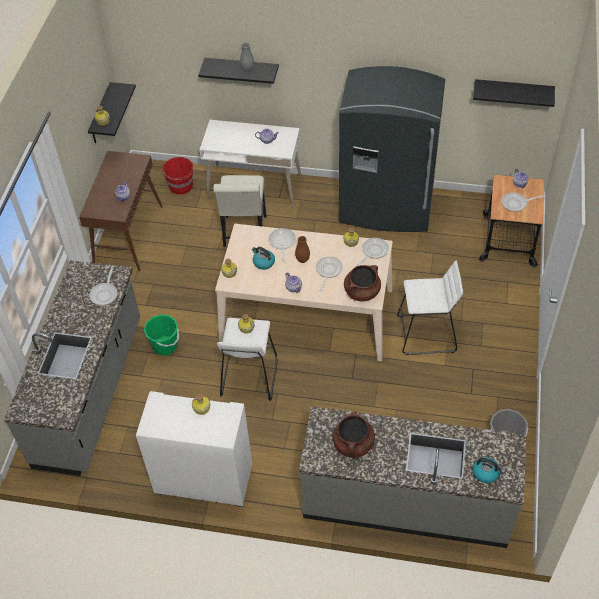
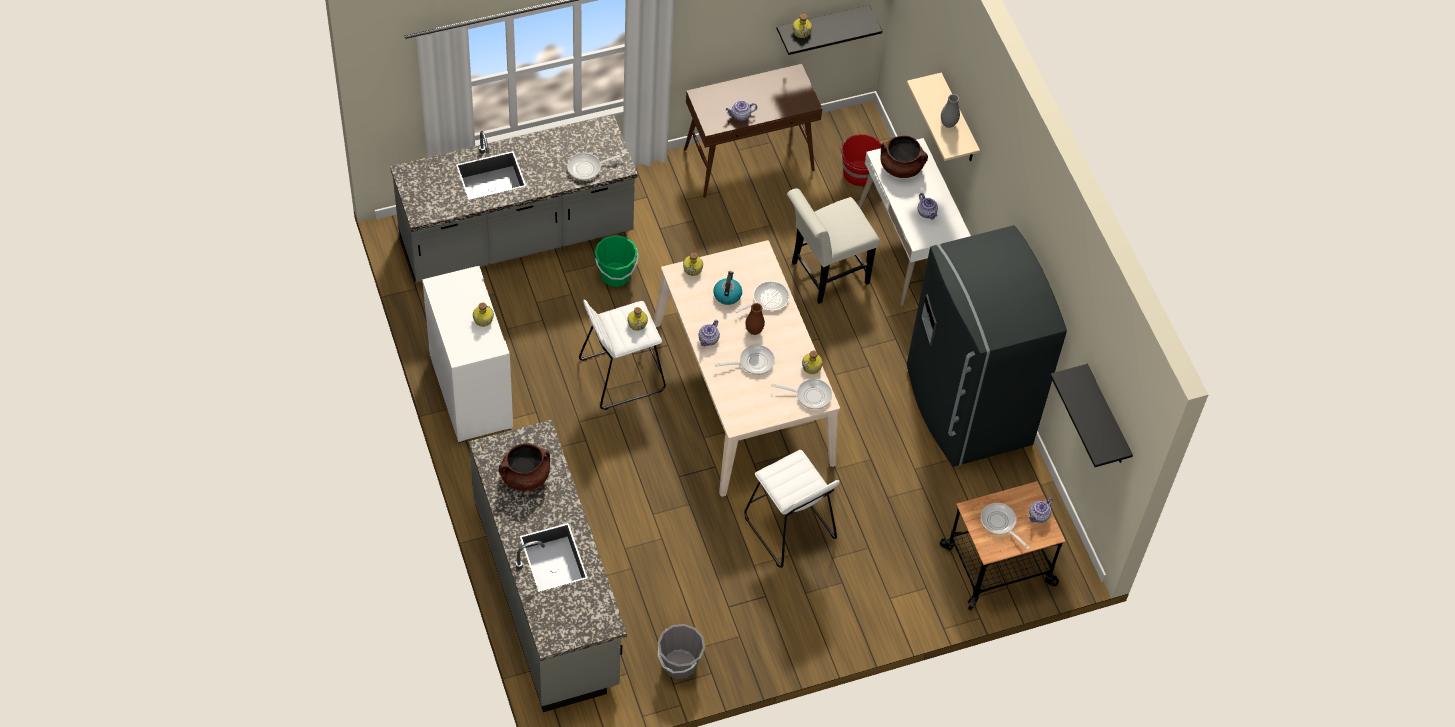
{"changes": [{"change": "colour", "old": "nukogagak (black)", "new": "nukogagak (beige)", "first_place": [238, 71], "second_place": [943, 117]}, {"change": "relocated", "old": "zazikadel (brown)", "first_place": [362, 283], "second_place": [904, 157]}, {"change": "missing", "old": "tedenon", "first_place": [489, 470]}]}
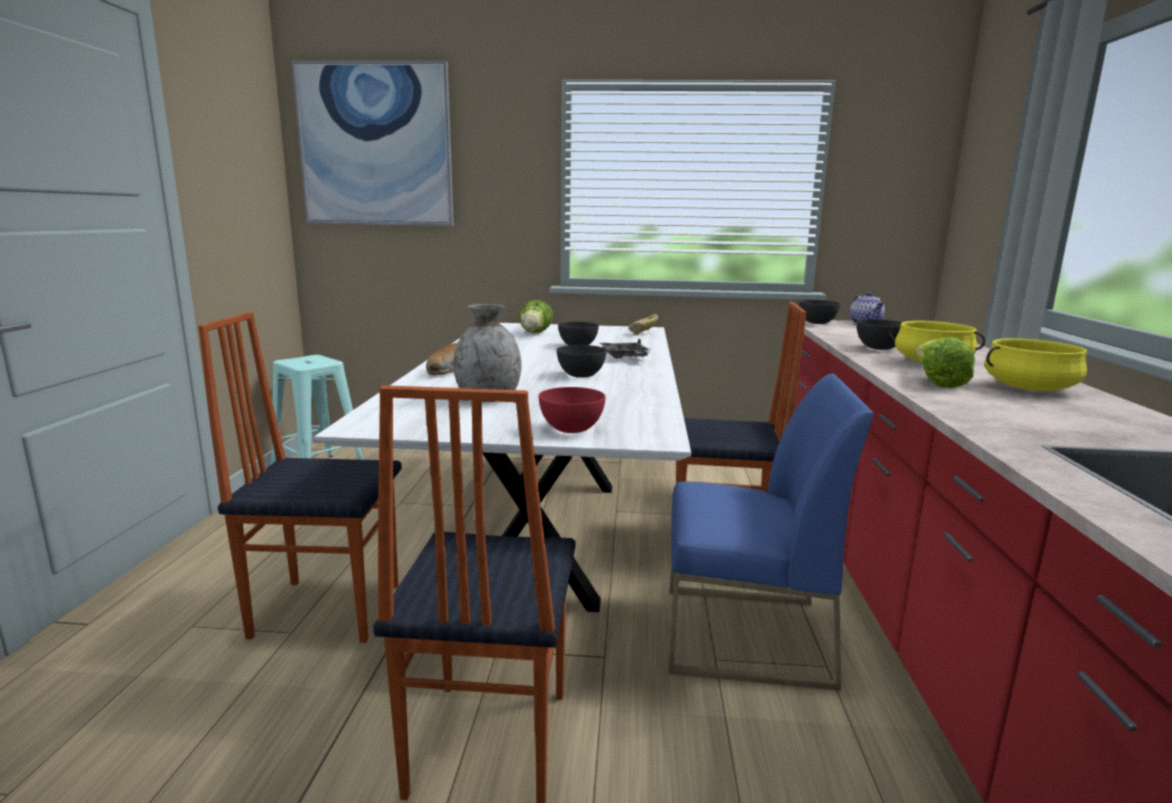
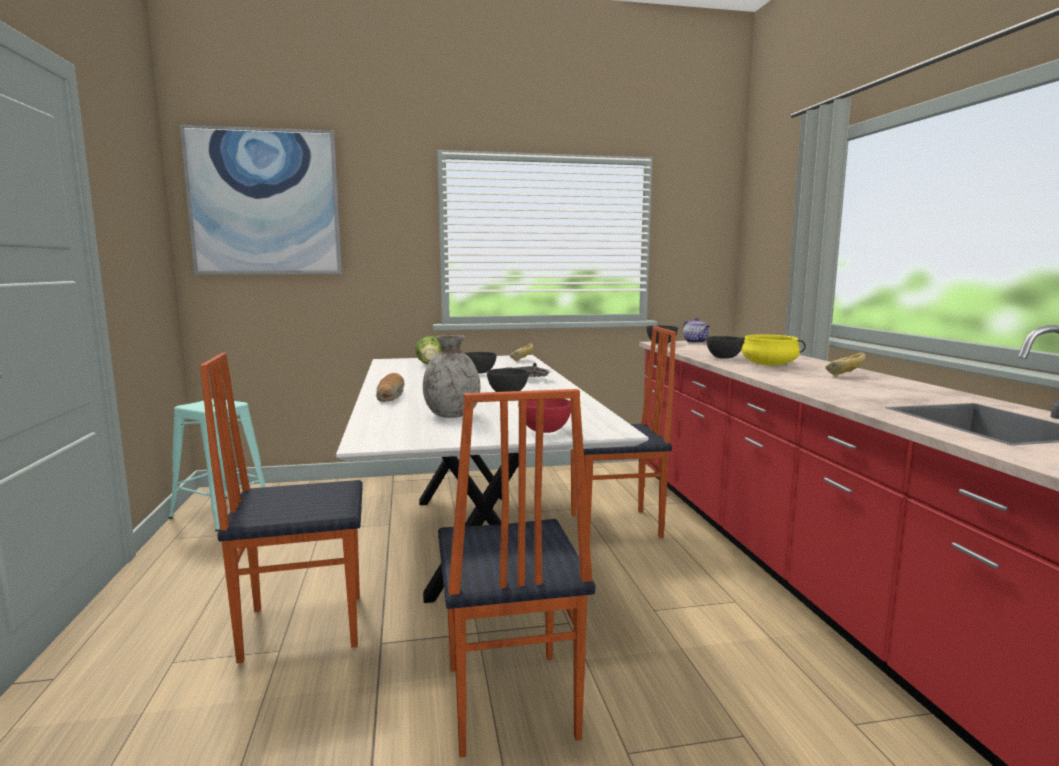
{"changes": [{"change": "missing", "old": "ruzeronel", "first_place": [944, 362]}, {"change": "exchanged", "old": "zazikadel (yellow)", "new": "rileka", "first_place": [1035, 364], "second_place": [845, 364]}, {"change": "missing", "old": "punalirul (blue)", "first_place": [771, 532]}]}
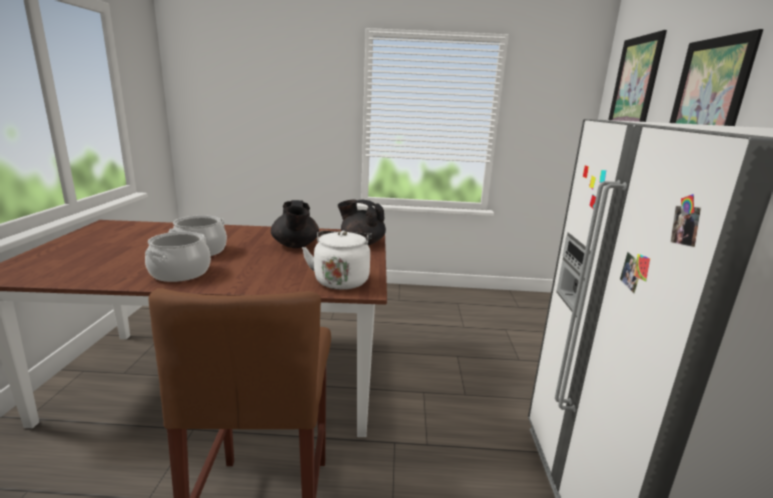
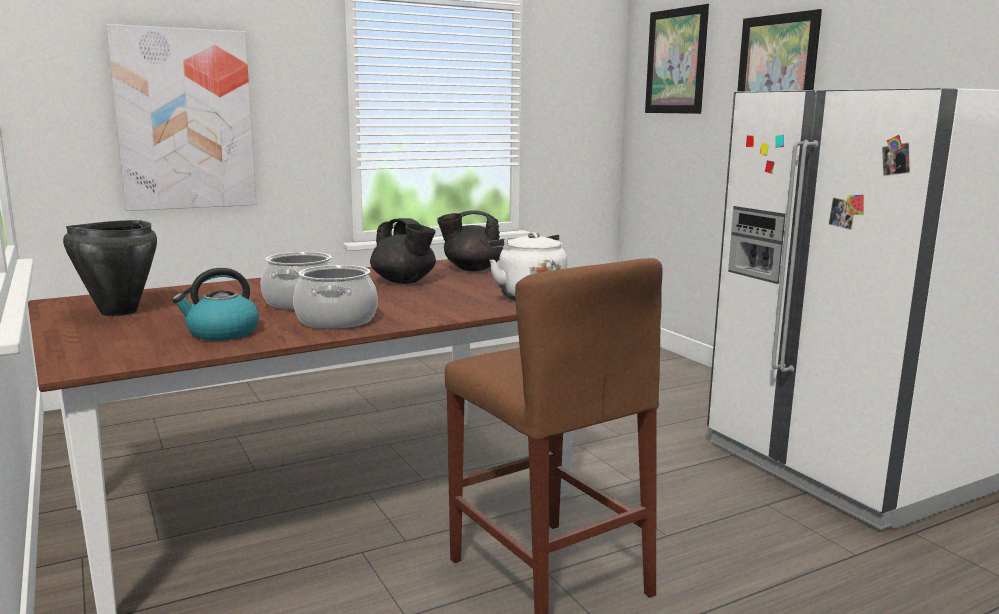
{"changes": [{"change": "appeared", "new": "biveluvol", "second_place": [181, 117]}, {"change": "appeared", "new": "zazikadel (black)", "second_place": [110, 268]}, {"change": "appeared", "new": "tedenon", "second_place": [215, 304]}]}
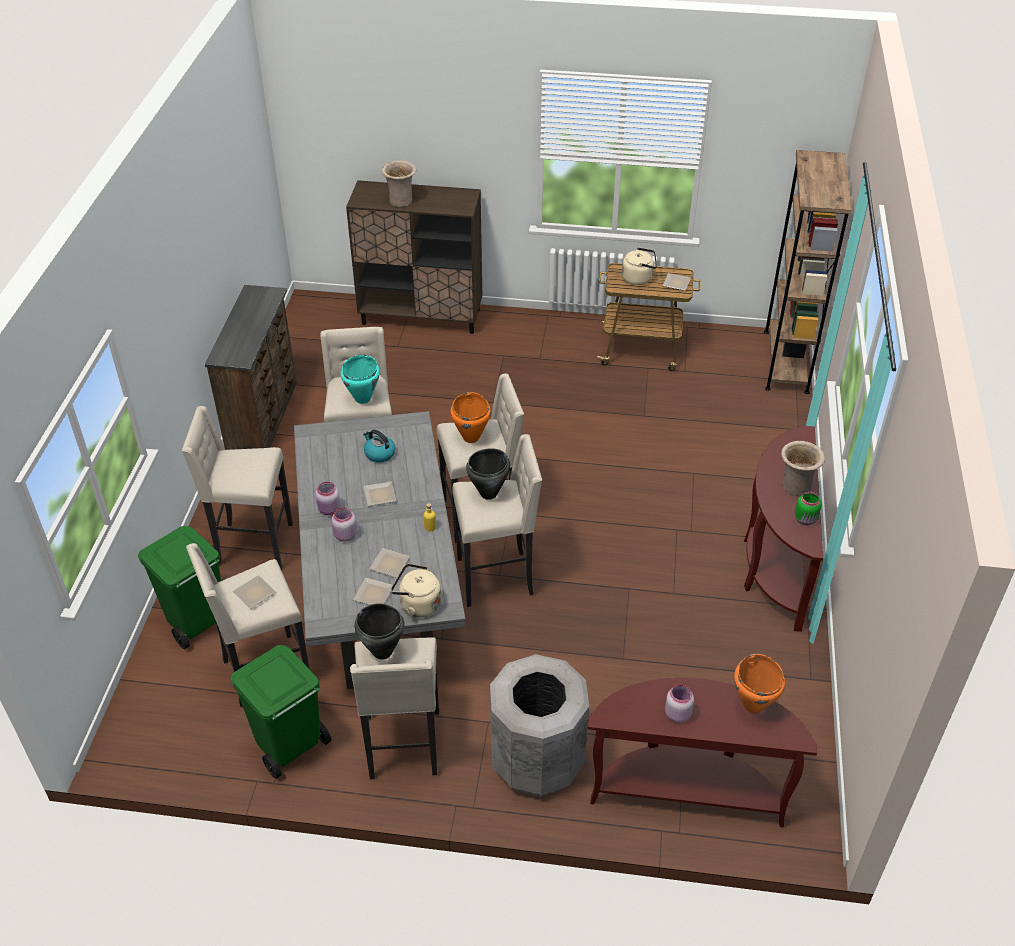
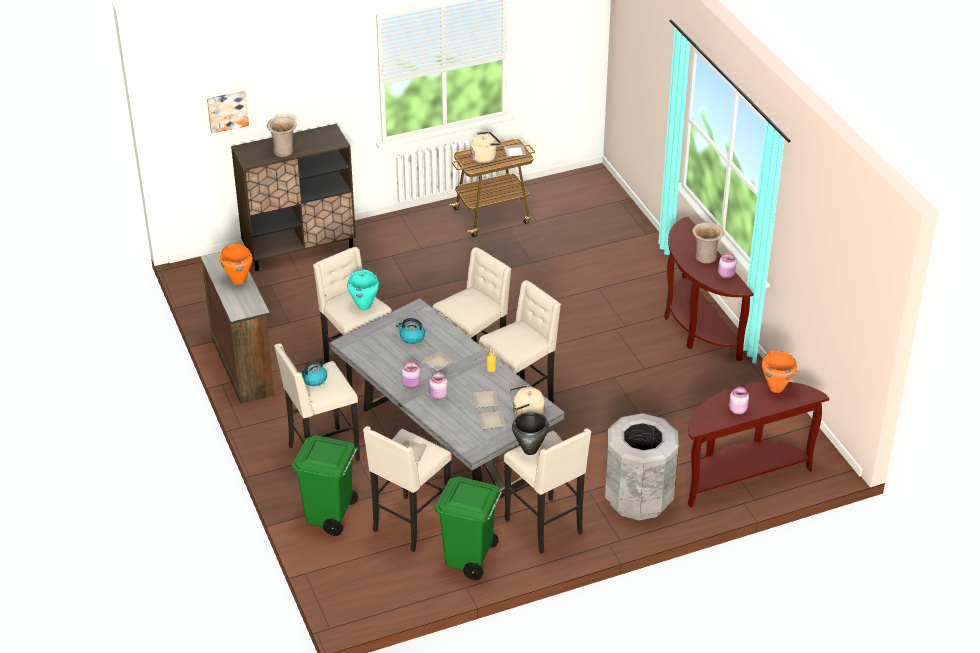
{"changes": [{"change": "missing", "old": "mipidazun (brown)", "first_place": [808, 272]}, {"change": "relocated", "old": "zazikadel (orange)", "first_place": [470, 417], "second_place": [236, 264]}, {"change": "missing", "old": "zazikadel (black)", "first_place": [488, 474]}, {"change": "colour", "old": "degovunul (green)", "new": "degovunul (pink)", "first_place": [808, 508], "second_place": [727, 265]}, {"change": "appeared", "new": "biveluvol", "second_place": [228, 112]}, {"change": "appeared", "new": "tedenon", "second_place": [313, 372]}]}
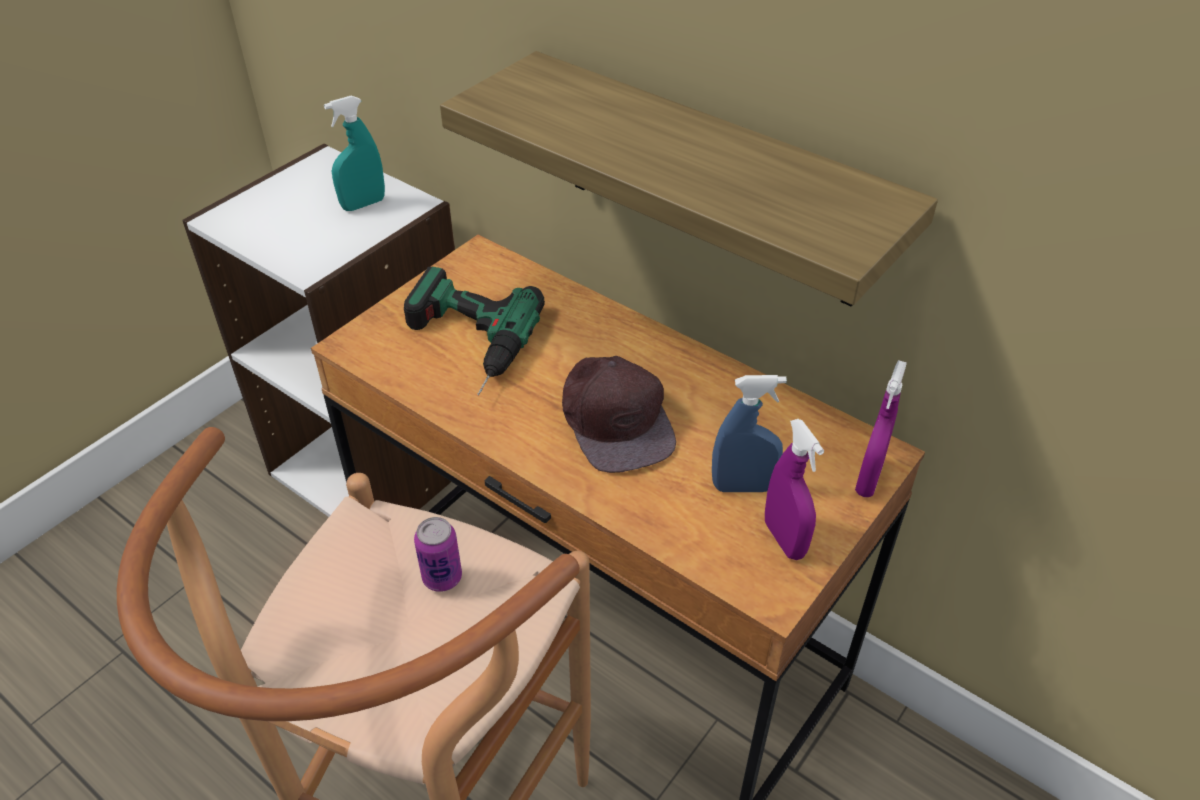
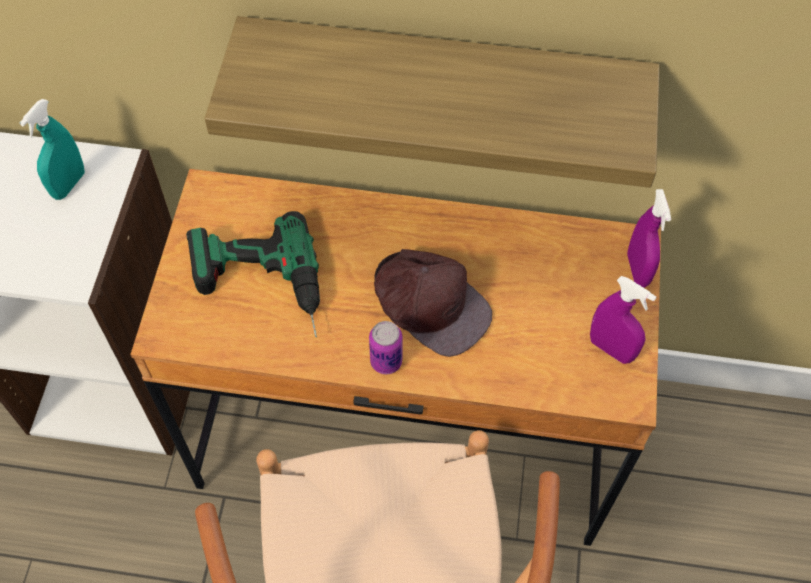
{"changes": [{"change": "missing", "old": "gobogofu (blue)", "first_place": [749, 433]}, {"change": "relocated", "old": "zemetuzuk", "first_place": [438, 554], "second_place": [386, 347]}]}
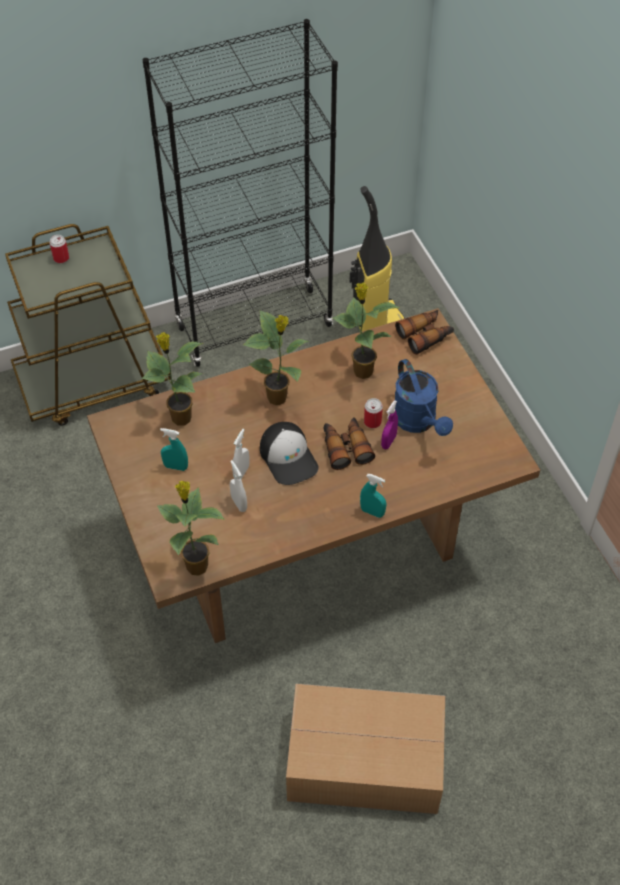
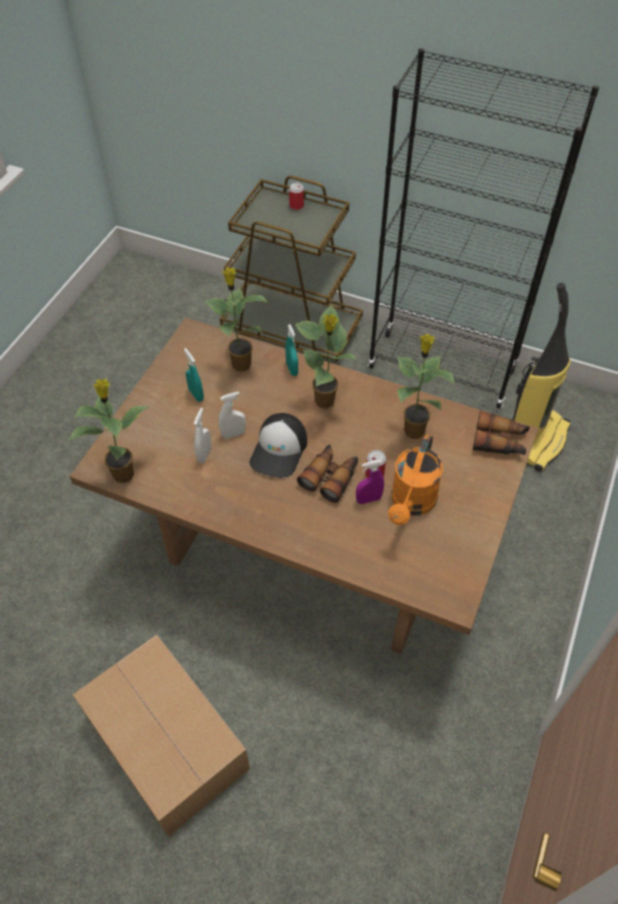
{"changes": [{"change": "colour", "old": "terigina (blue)", "new": "terigina (orange)", "first_place": [424, 397], "second_place": [415, 479]}, {"change": "relocated", "old": "gobogofu (turquoise)", "first_place": [373, 496], "second_place": [291, 350]}]}
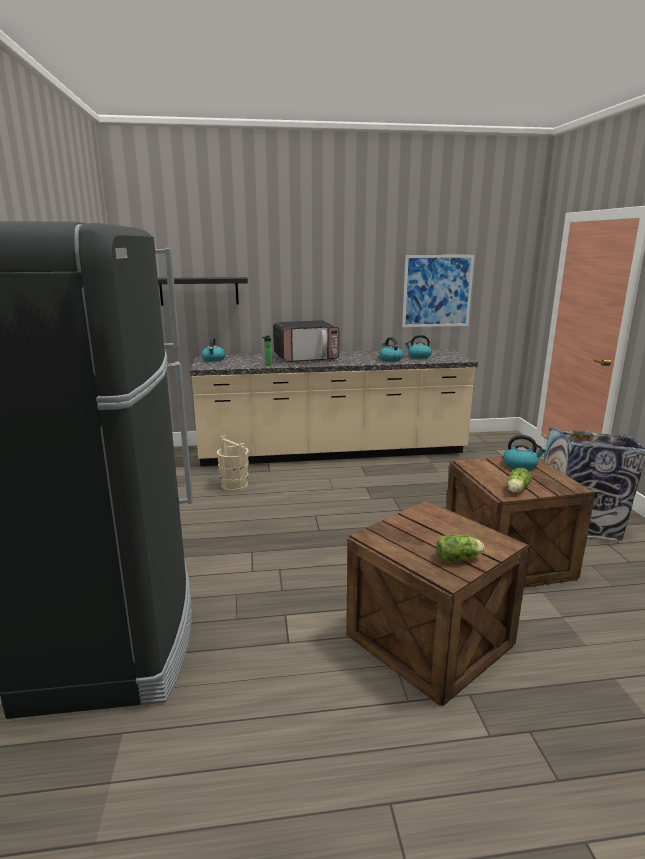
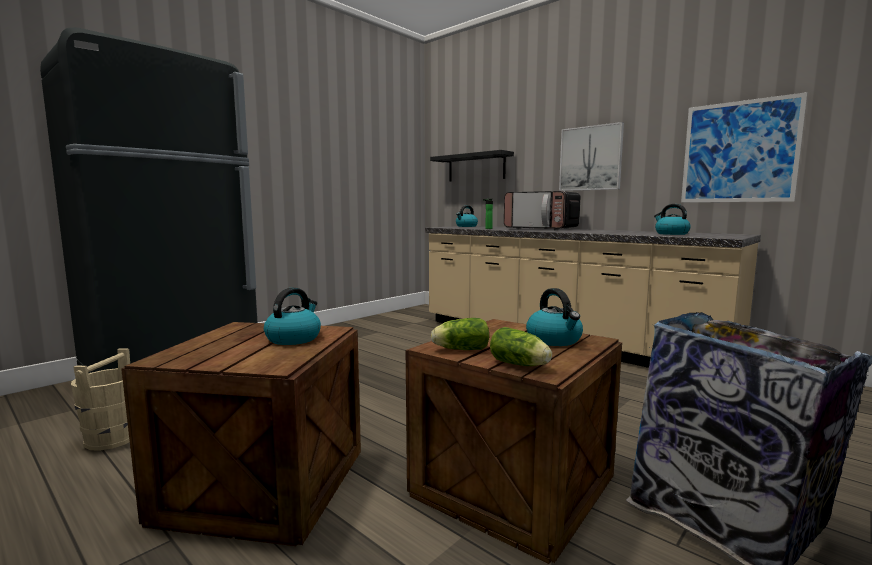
{"changes": [{"change": "relocated", "old": "tedenon", "first_place": [391, 349], "second_place": [292, 316]}, {"change": "relocated", "old": "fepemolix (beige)", "first_place": [233, 463], "second_place": [100, 399]}, {"change": "relocated", "old": "ruzeronel", "first_place": [460, 548], "second_place": [521, 346]}, {"change": "appeared", "new": "biveluvol", "second_place": [591, 156]}]}
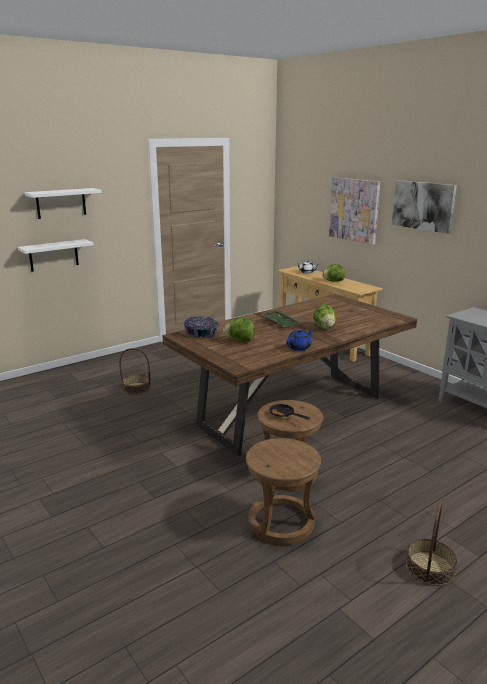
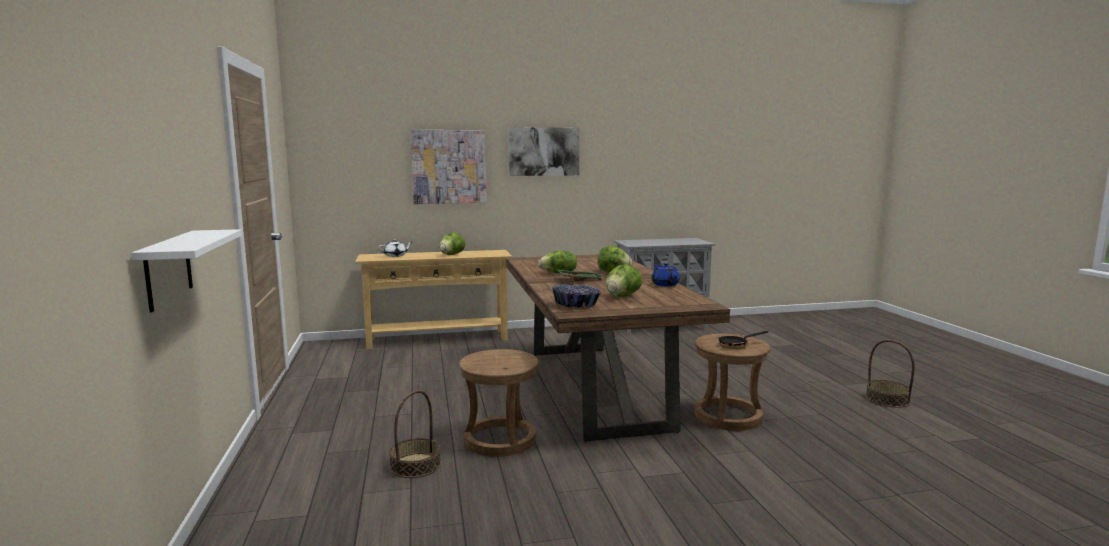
{"changes": [{"change": "missing", "old": "nukogagak (white)", "first_place": [63, 203]}, {"change": "relocated", "old": "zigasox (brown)", "first_place": [283, 491], "second_place": [499, 403]}, {"change": "appeared", "new": "ruzeronel", "second_place": [557, 262]}]}
